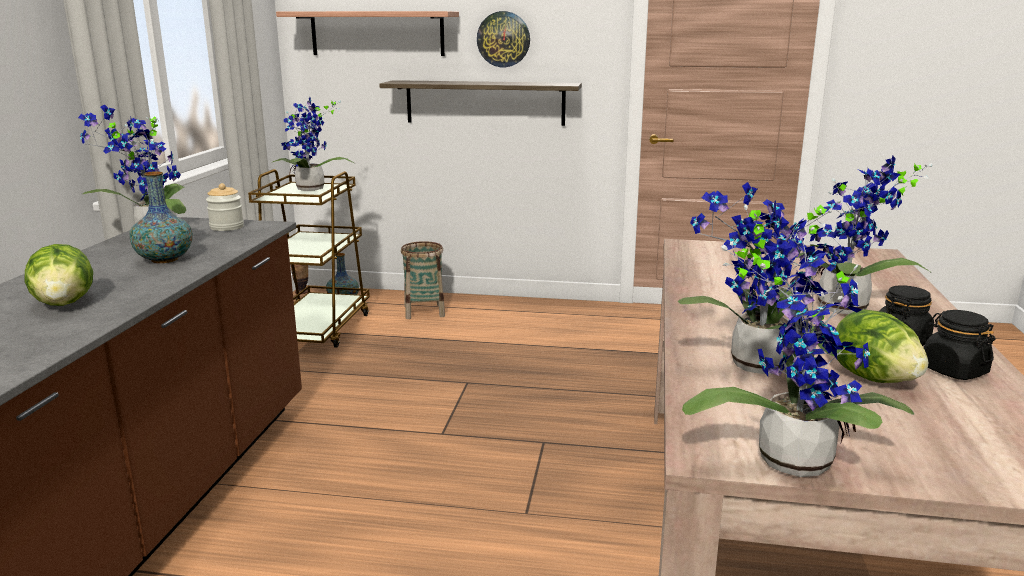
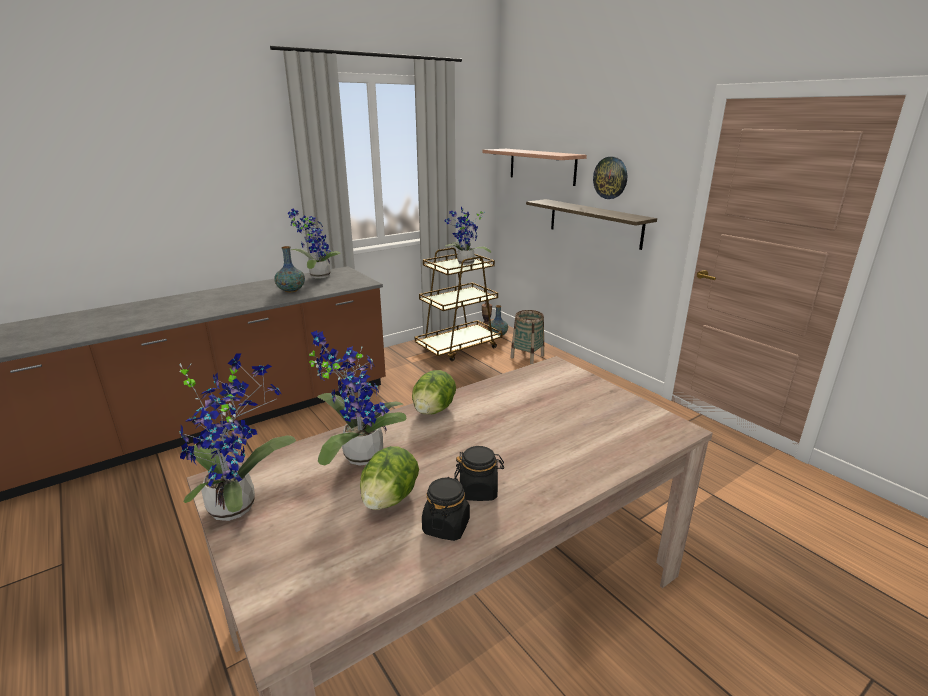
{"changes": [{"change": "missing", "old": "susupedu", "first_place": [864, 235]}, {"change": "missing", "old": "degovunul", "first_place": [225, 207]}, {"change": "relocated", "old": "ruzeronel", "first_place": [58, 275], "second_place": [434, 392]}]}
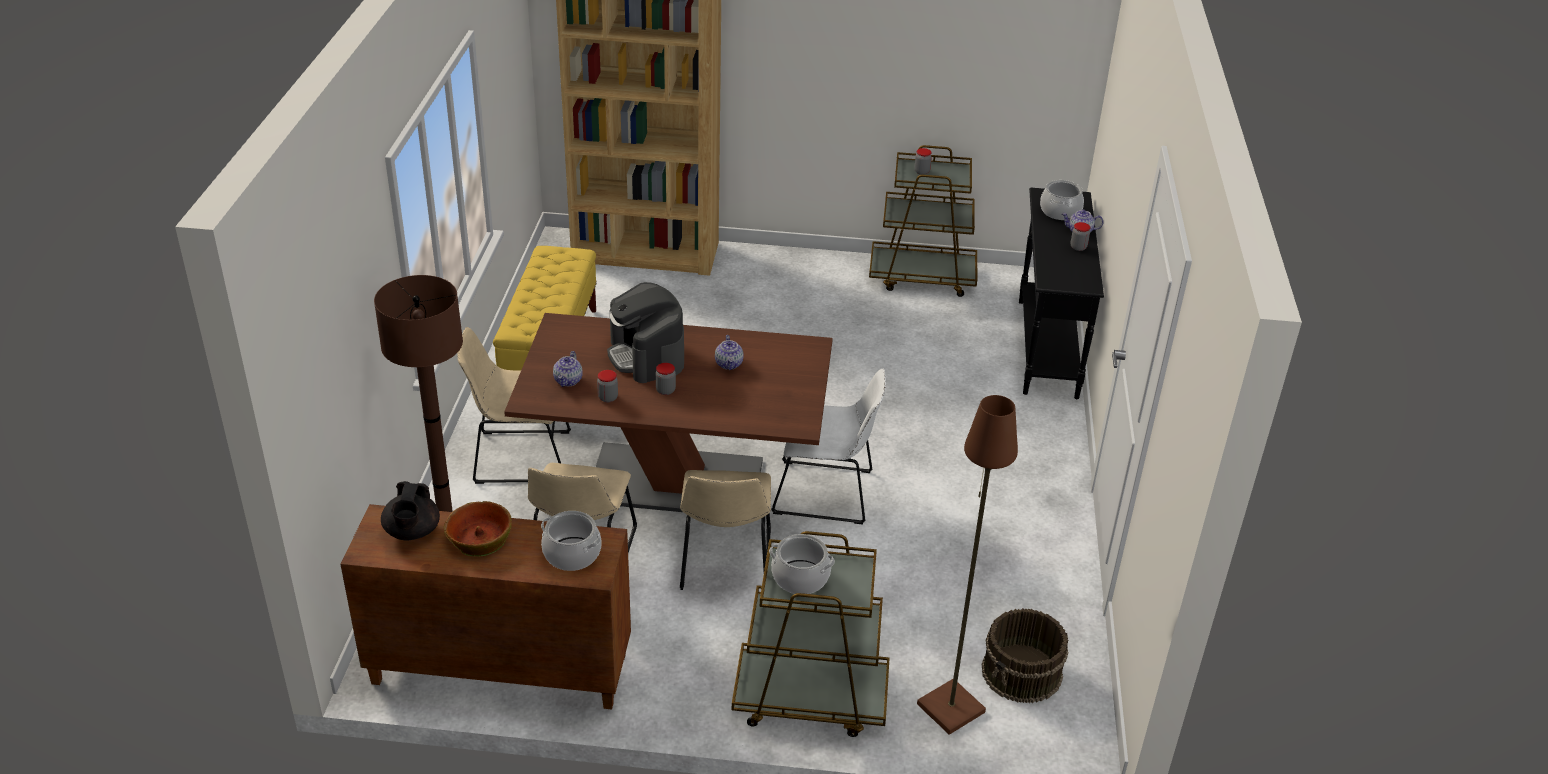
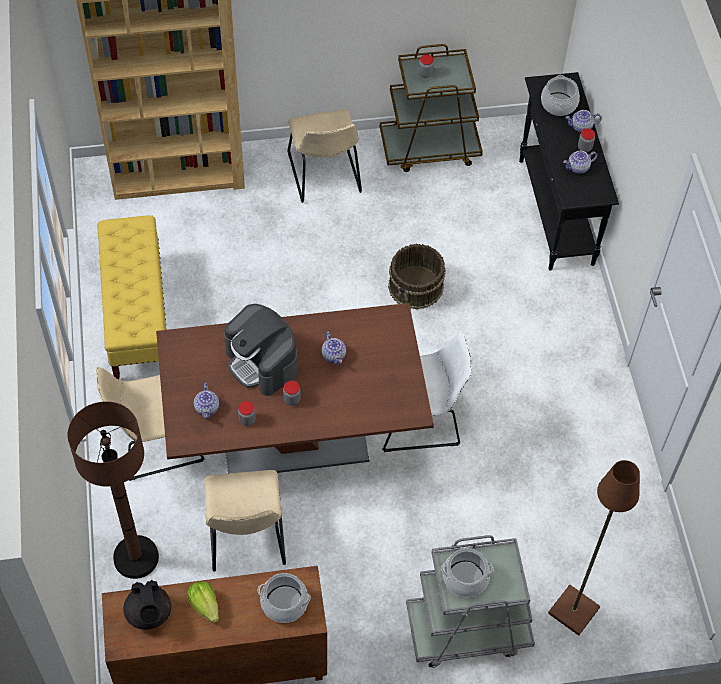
{"changes": [{"change": "relocated", "old": "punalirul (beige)", "first_place": [725, 530], "second_place": [324, 156]}, {"change": "exchanged", "old": "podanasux", "new": "ruzeronel", "first_place": [478, 529], "second_place": [203, 602]}, {"change": "colour", "old": "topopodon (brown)", "new": "topopodon (grey)", "first_place": [811, 634], "second_place": [470, 601]}, {"change": "relocated", "old": "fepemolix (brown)", "first_place": [1024, 655], "second_place": [417, 276]}, {"change": "appeared", "new": "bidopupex", "second_place": [580, 162]}]}
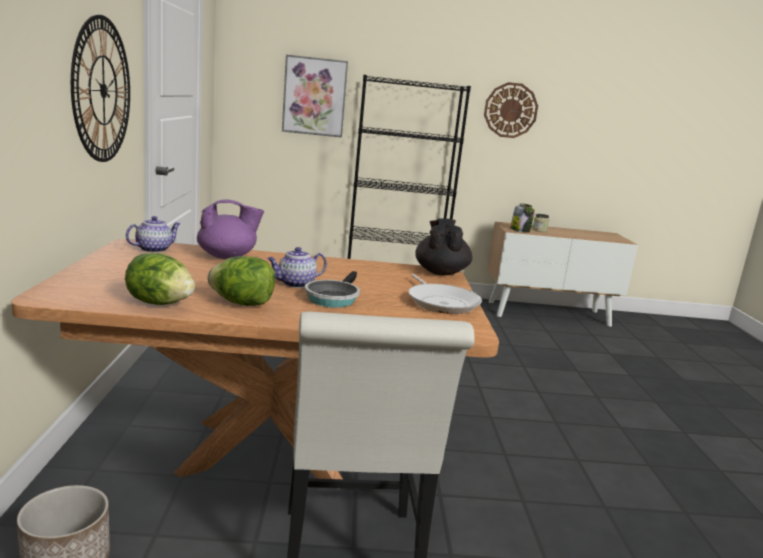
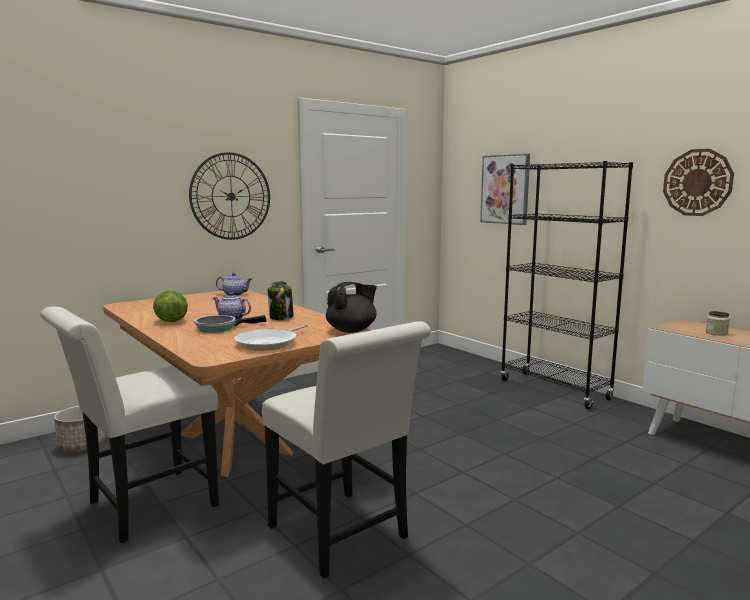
{"changes": [{"change": "missing", "old": "bidopupex (purple)", "first_place": [230, 229]}, {"change": "relocated", "old": "degovunul", "first_place": [522, 217], "second_place": [281, 300]}, {"change": "missing", "old": "ruzeronel", "first_place": [160, 279]}, {"change": "appeared", "new": "punalirul (white)", "second_place": [346, 449]}]}
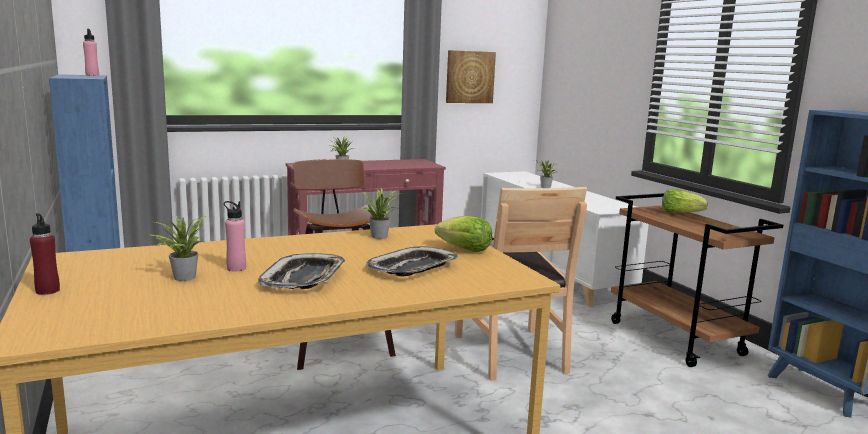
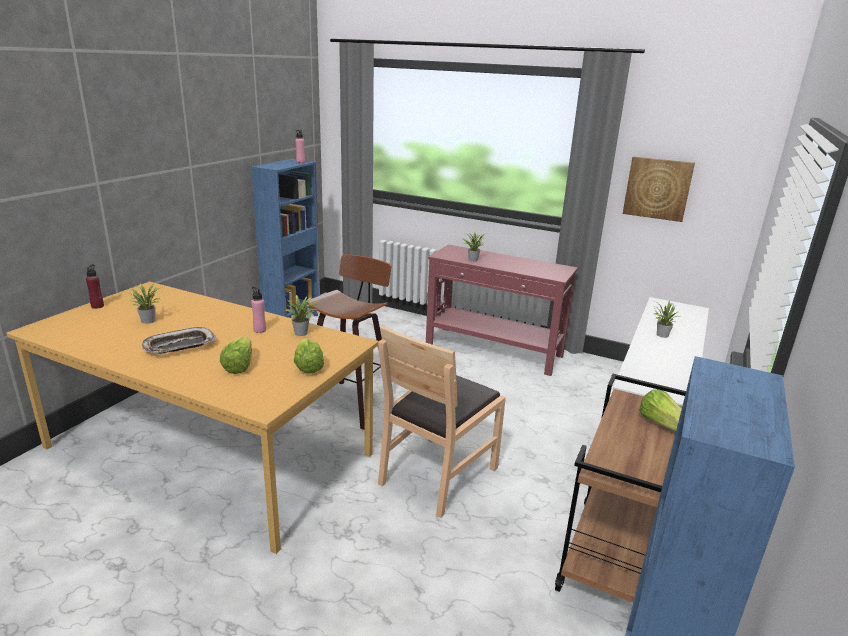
{"changes": [{"change": "relocated", "old": "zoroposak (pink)", "first_place": [235, 236], "second_place": [258, 310]}, {"change": "exchanged", "old": "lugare", "new": "ruzeronel", "first_place": [412, 261], "second_place": [236, 355]}]}
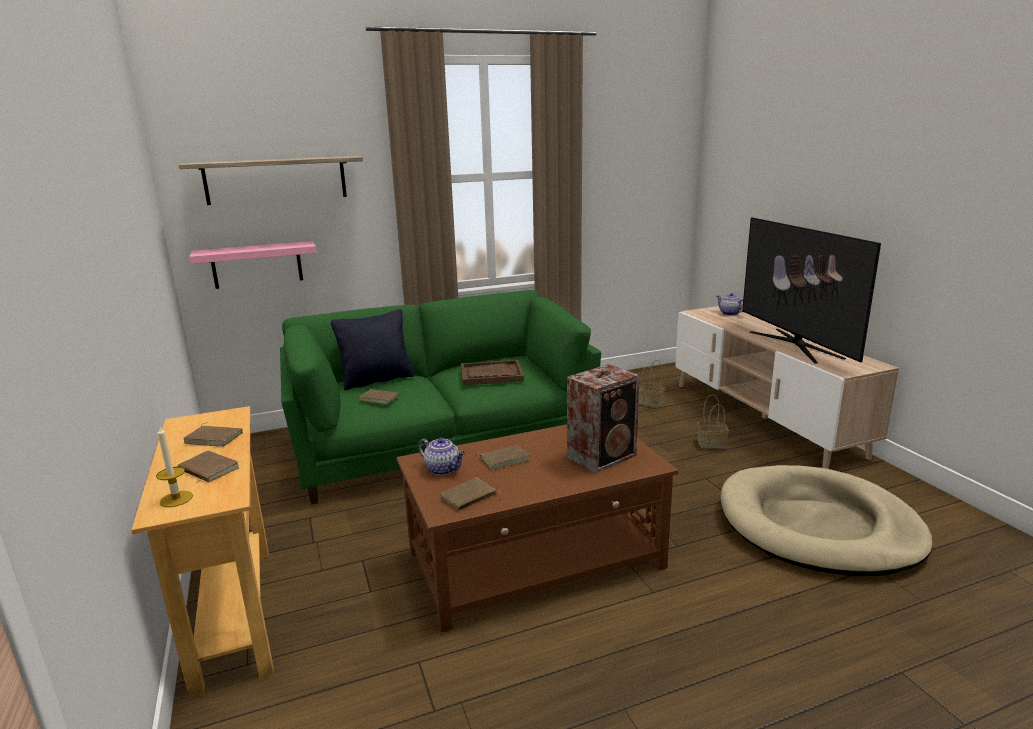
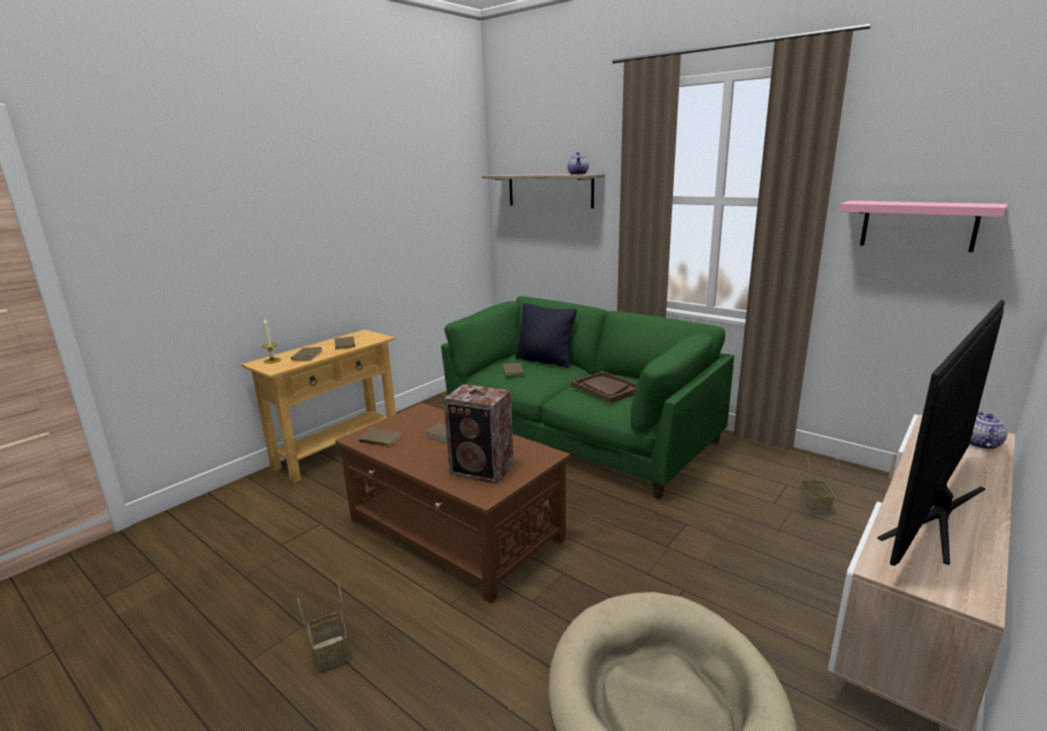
{"changes": [{"change": "relocated", "old": "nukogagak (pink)", "first_place": [253, 265], "second_place": [923, 226]}, {"change": "relocated", "old": "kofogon", "first_place": [713, 421], "second_place": [323, 628]}, {"change": "relocated", "old": "bidopupex", "first_place": [441, 456], "second_place": [578, 163]}]}
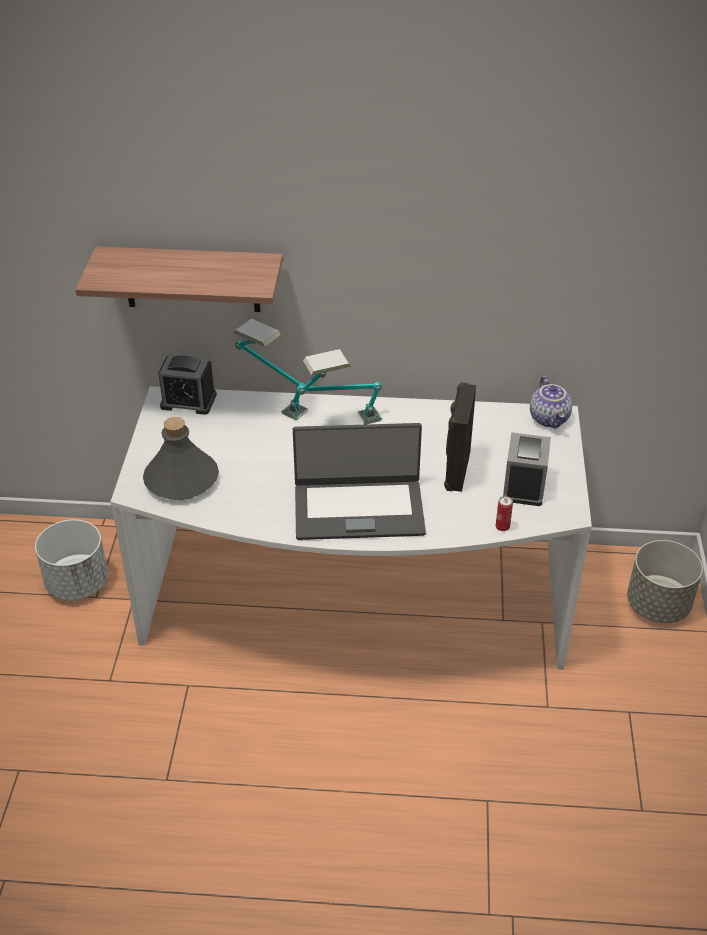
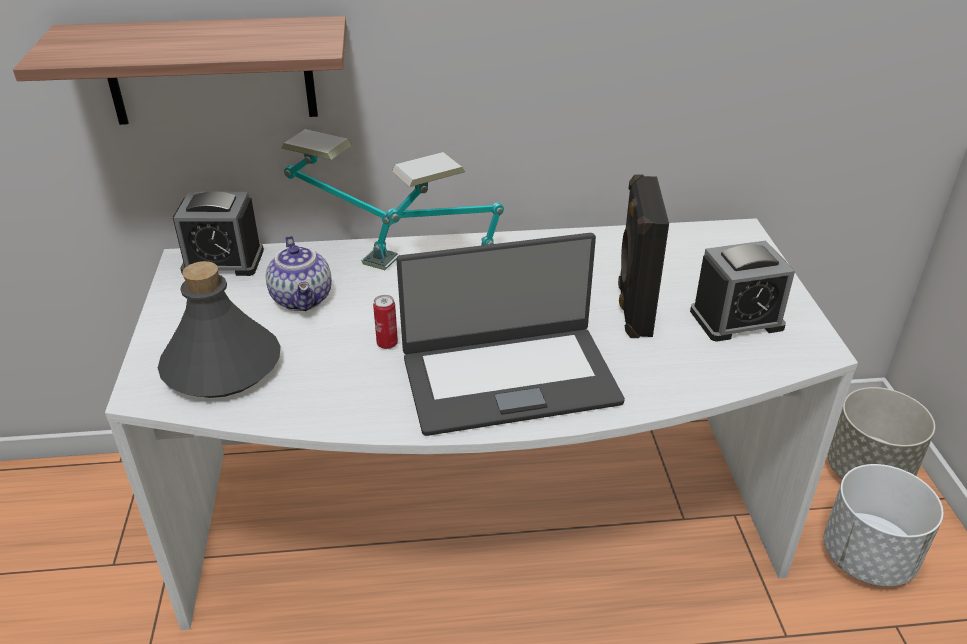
{"changes": [{"change": "relocated", "old": "bidopupex", "first_place": [551, 402], "second_place": [299, 273]}, {"change": "spun", "old": "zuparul", "first_place": [527, 469], "second_place": [742, 291], "degrees": 75}, {"change": "relocated", "old": "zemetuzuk", "first_place": [504, 513], "second_place": [385, 322]}, {"change": "relocated", "old": "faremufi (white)", "first_place": [71, 560], "second_place": [883, 525]}]}
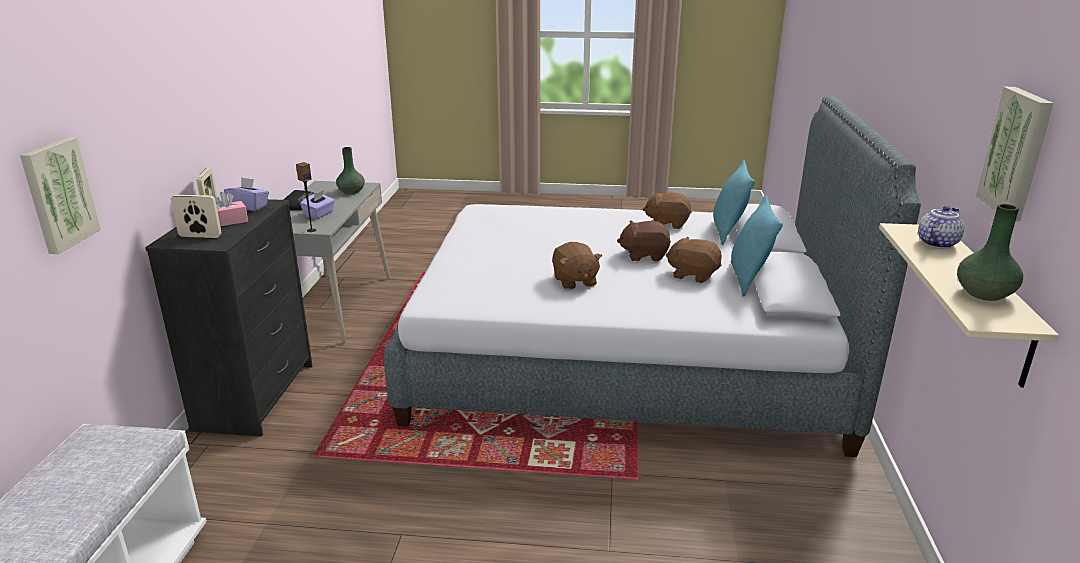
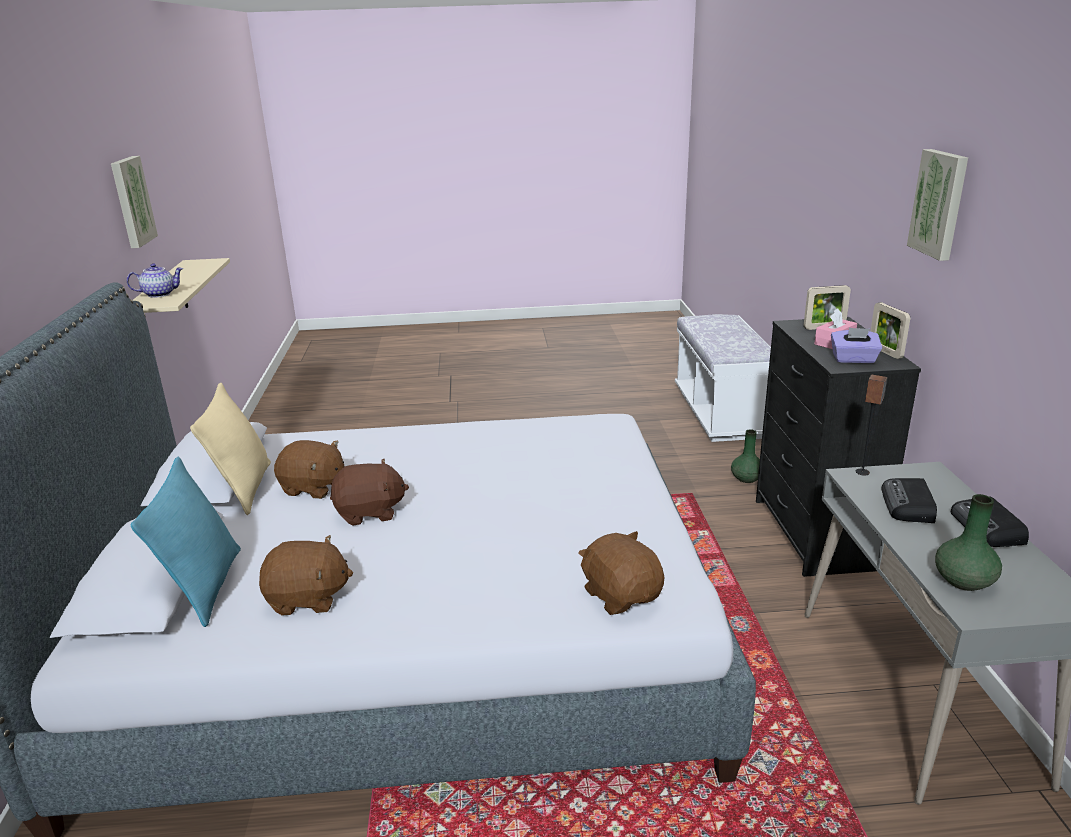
{"changes": [{"change": "relocated", "old": "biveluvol", "first_place": [60, 195], "second_place": [937, 205]}, {"change": "exchanged", "old": "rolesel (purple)", "new": "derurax", "first_place": [317, 204], "second_place": [909, 500]}, {"change": "colour", "old": "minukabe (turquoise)", "new": "minukabe (beige)", "first_place": [757, 245], "second_place": [230, 449]}, {"change": "relocated", "old": "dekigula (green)", "first_place": [990, 252], "second_place": [745, 456]}, {"change": "spun", "old": "bidopupex", "first_place": [941, 227], "second_place": [155, 280], "degrees": -150}, {"change": "relocated", "old": "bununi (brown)", "first_place": [577, 266], "second_place": [621, 573]}]}
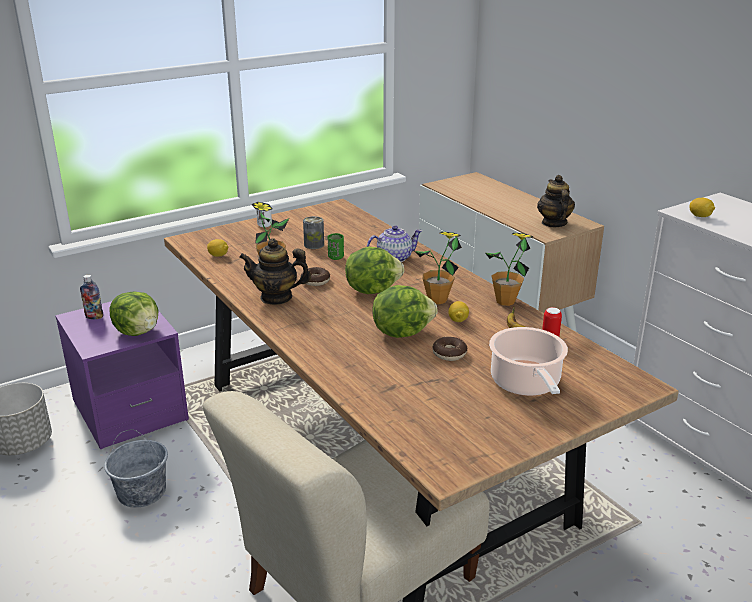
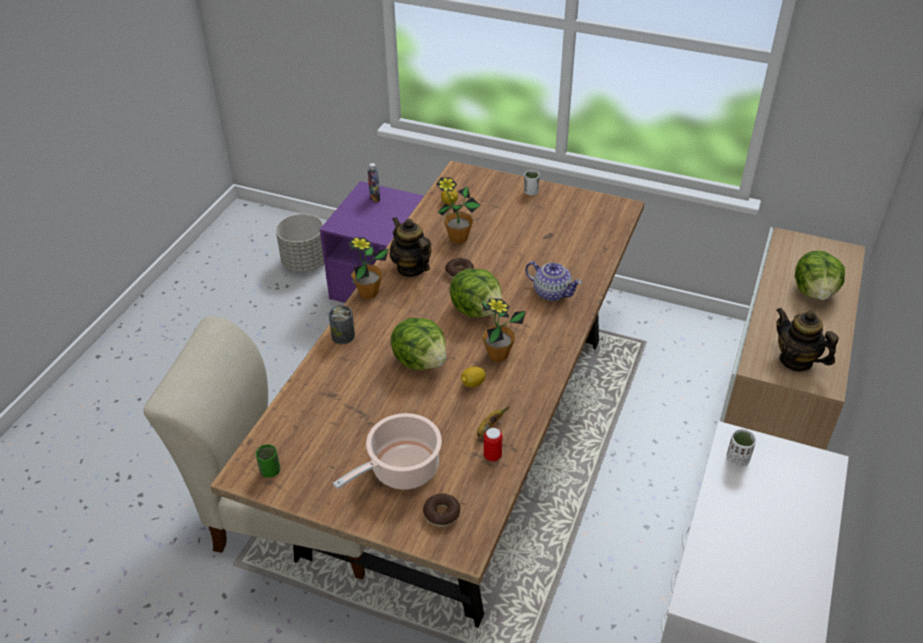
{"changes": [{"change": "spun", "old": "bidopupex", "first_place": [556, 201], "second_place": [807, 340], "degrees": -90}, {"change": "exchanged", "old": "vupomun", "new": "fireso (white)", "first_place": [702, 207], "second_place": [741, 448]}, {"change": "relocated", "old": "zemetuzuk", "first_place": [313, 232], "second_place": [342, 324]}, {"change": "relocated", "old": "fireso (green)", "first_place": [336, 246], "second_place": [268, 461]}, {"change": "relocated", "old": "susupedu", "first_place": [509, 269], "second_place": [368, 268]}, {"change": "relocated", "old": "ruzeronel", "first_place": [134, 313], "second_place": [820, 275]}, {"change": "relocated", "old": "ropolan", "first_place": [449, 349], "second_place": [442, 510]}, {"change": "missing", "old": "fepemolix (grey)", "first_place": [136, 468]}]}
